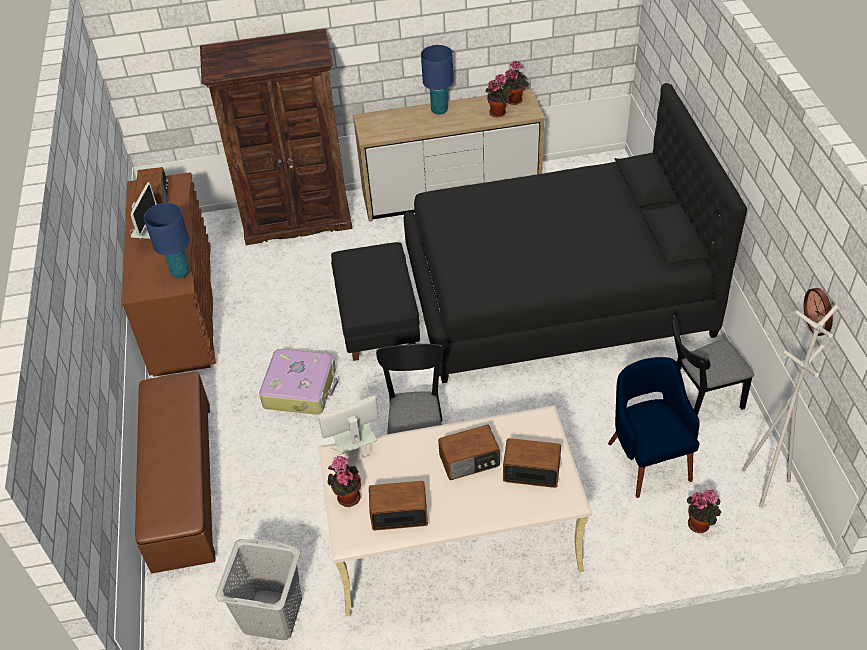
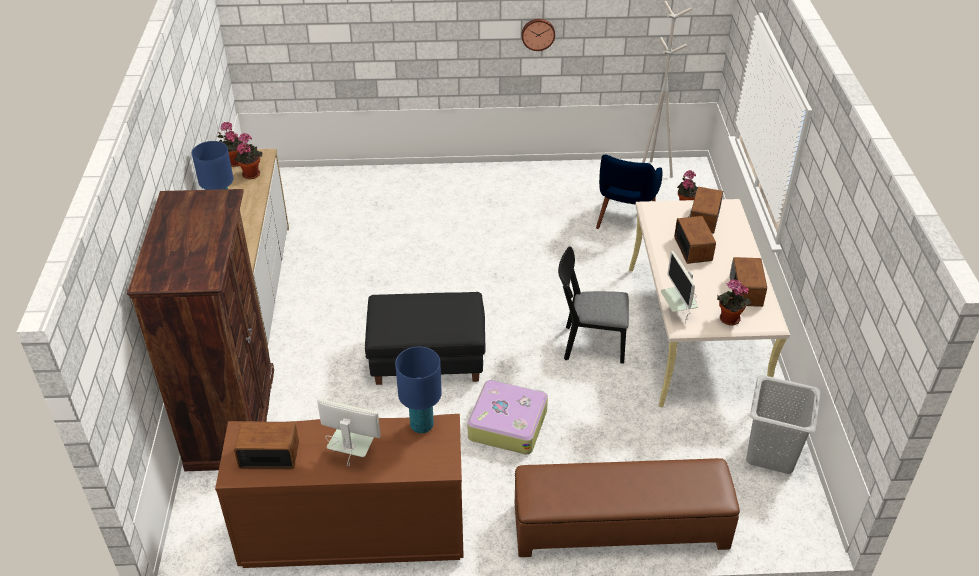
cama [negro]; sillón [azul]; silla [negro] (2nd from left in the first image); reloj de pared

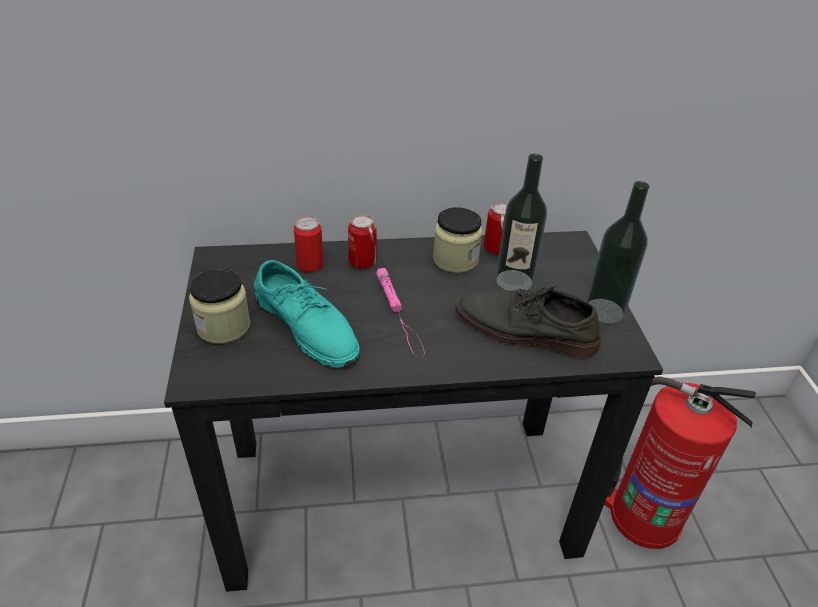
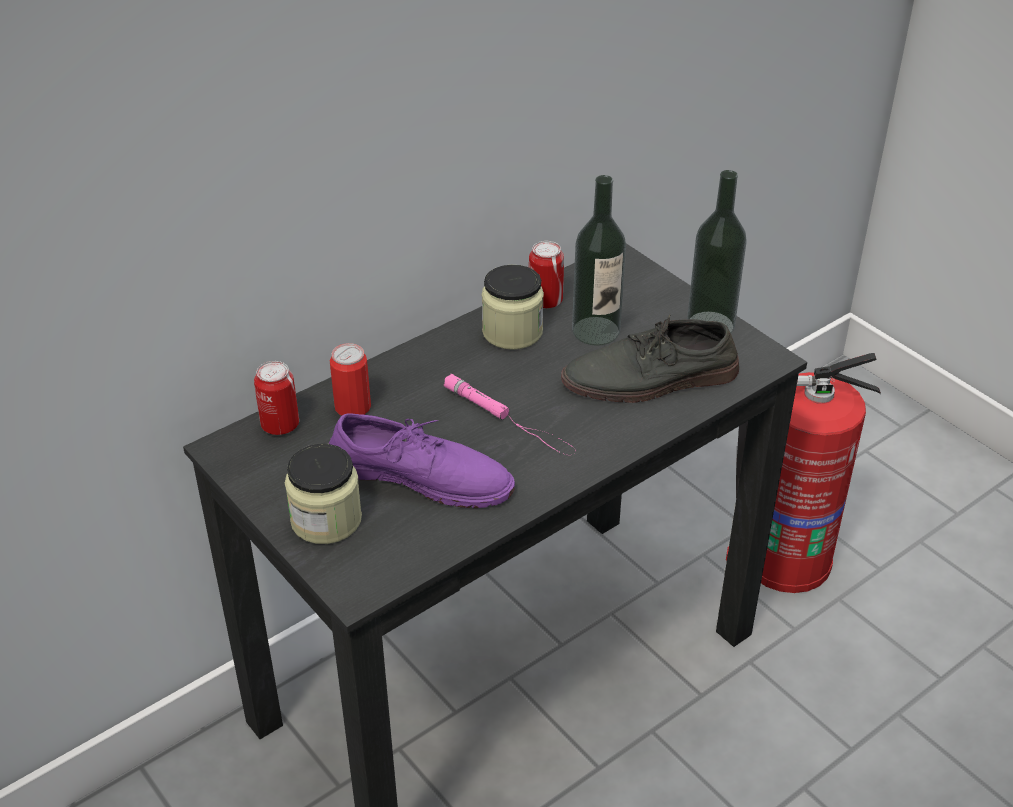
zapato [morado]; lata (1st from left)

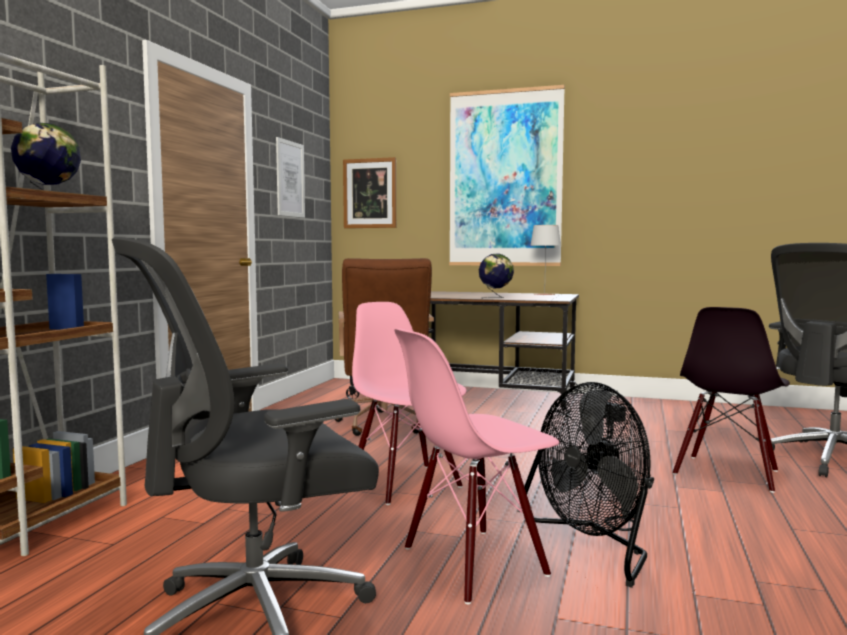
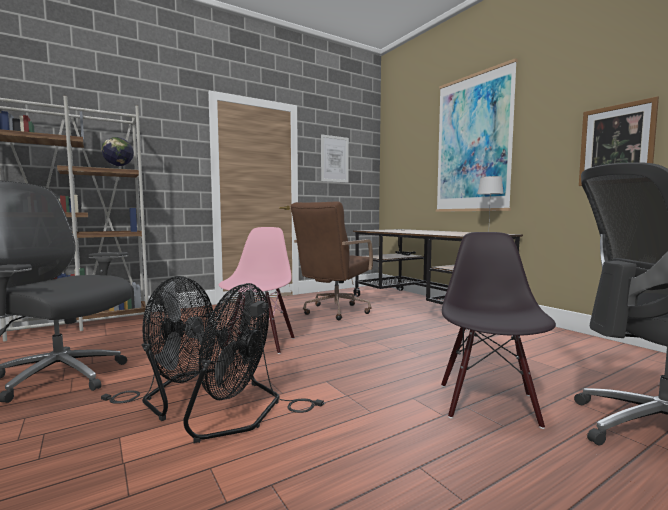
cuadro (3rd from left); ventilador [negro] (1st from left); globo terráqueo (2nd from left in the first image); silla [negro]

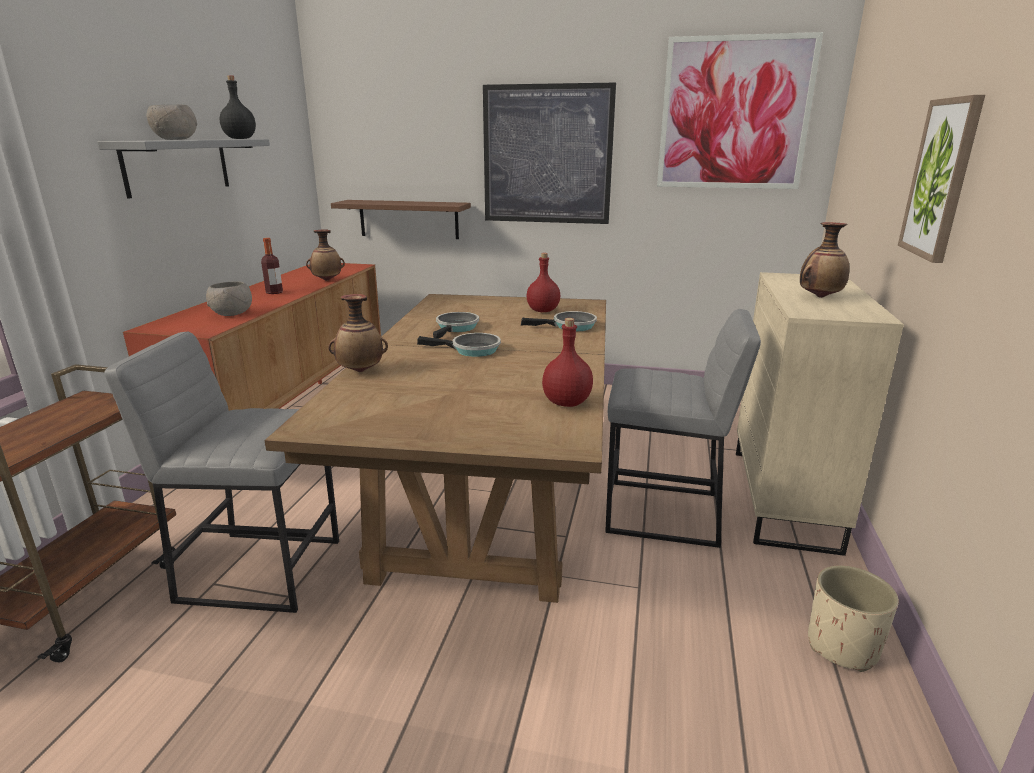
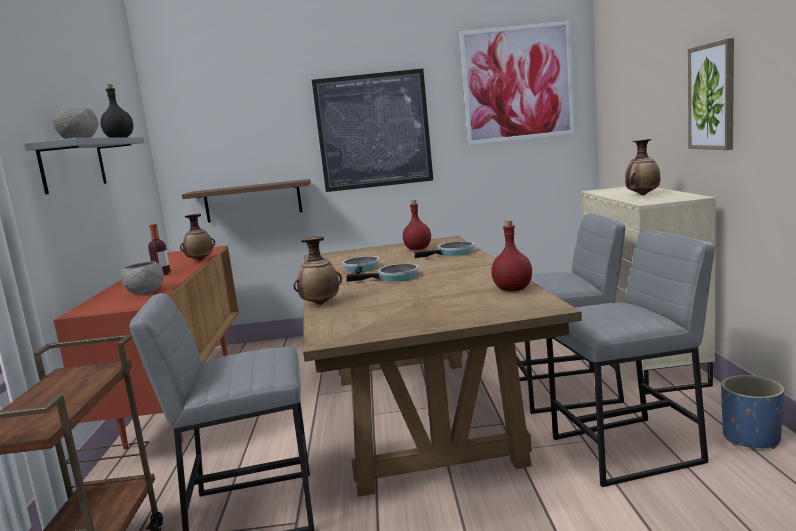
maceta [azul]; silla [gris] (3rd from left)

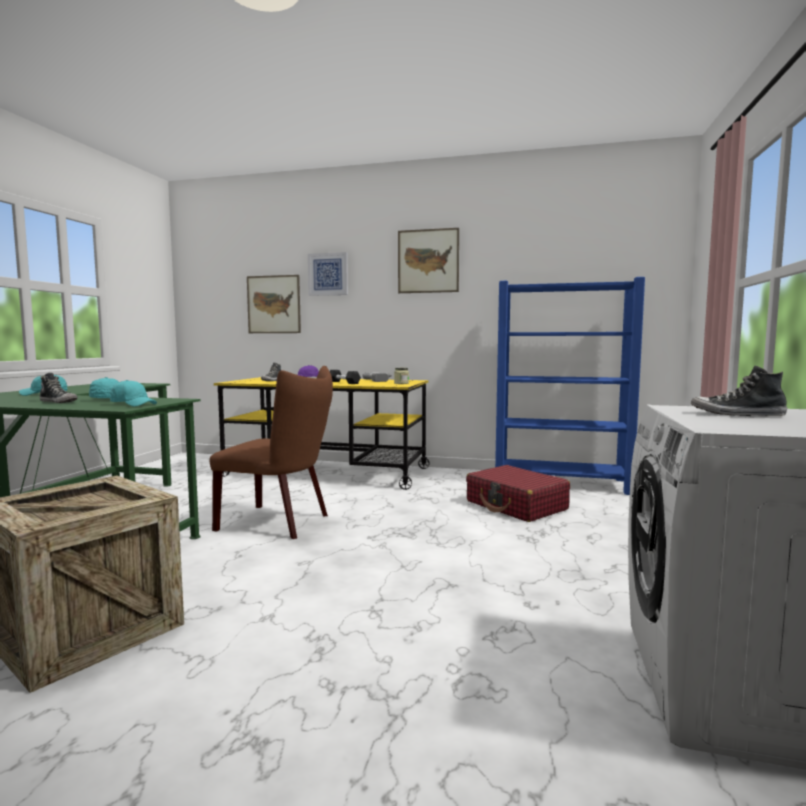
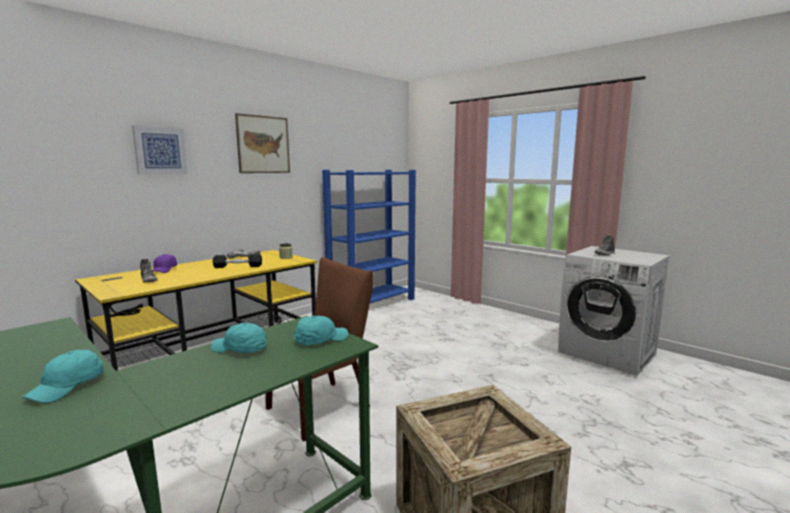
zapato (1st from left in the first image); cuadro (1st from left in the first image); maleta [rojo]

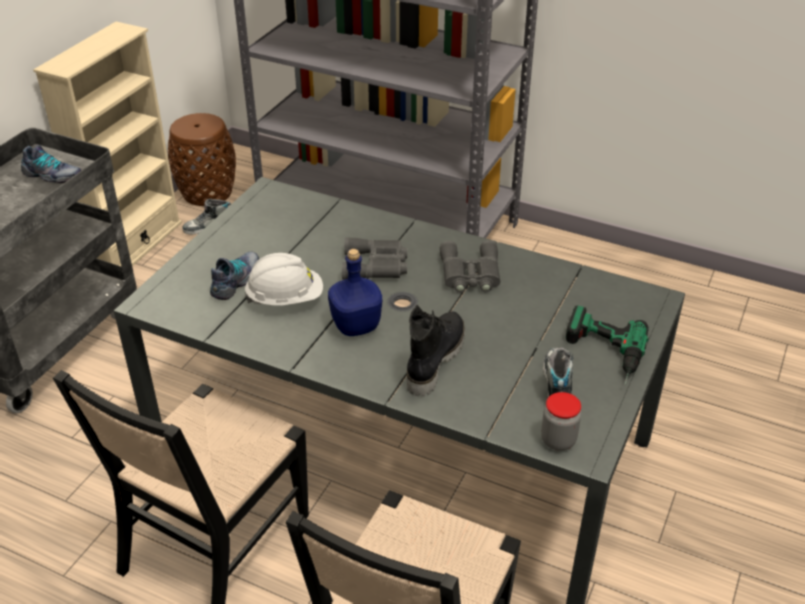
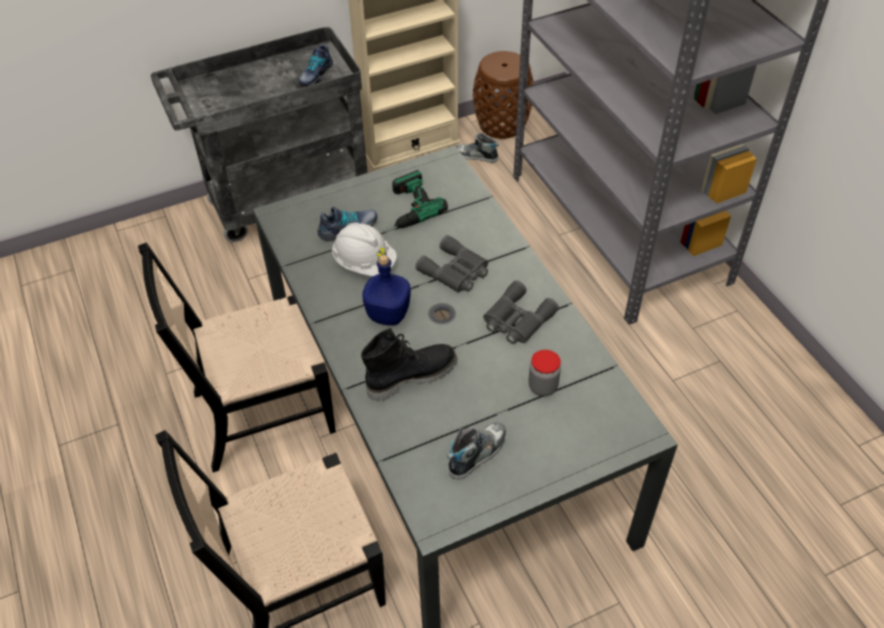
zapato (1st from left); tarro; taladro

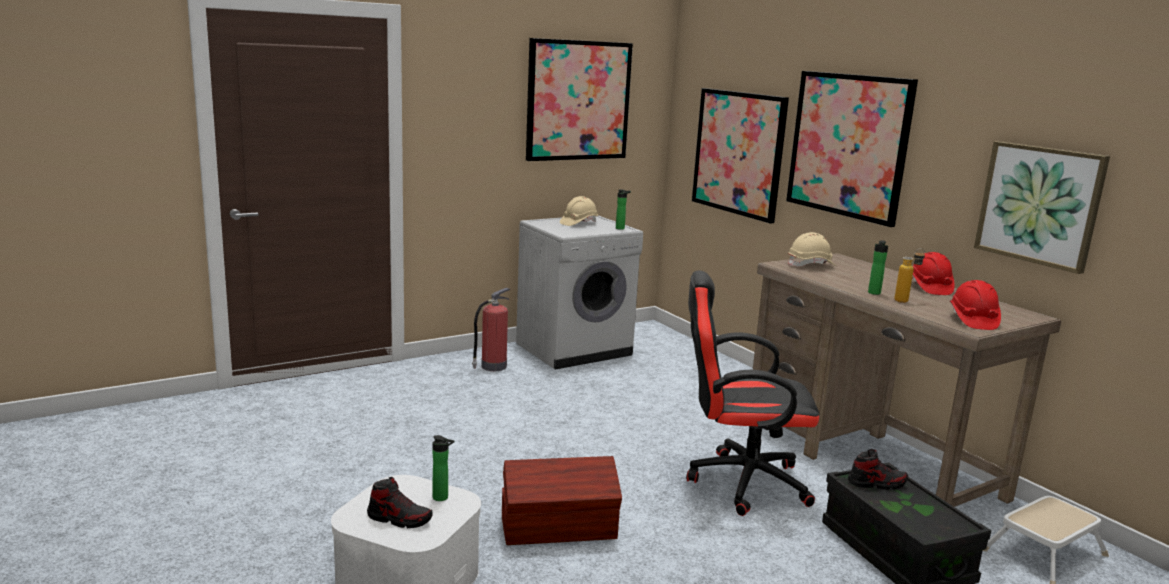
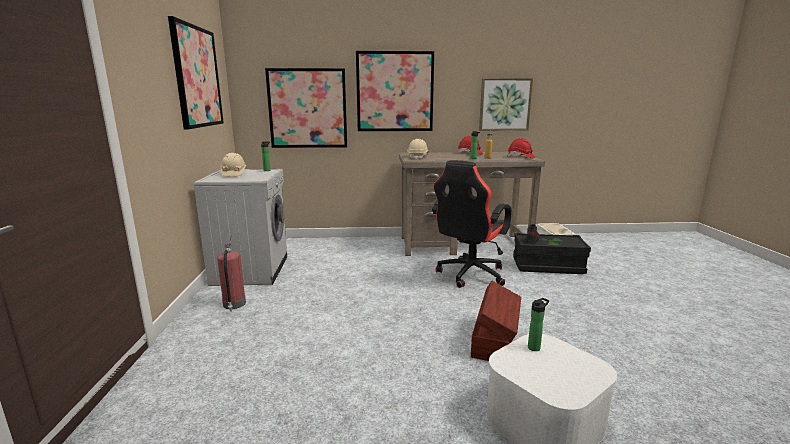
zapato (1st from left in the first image)

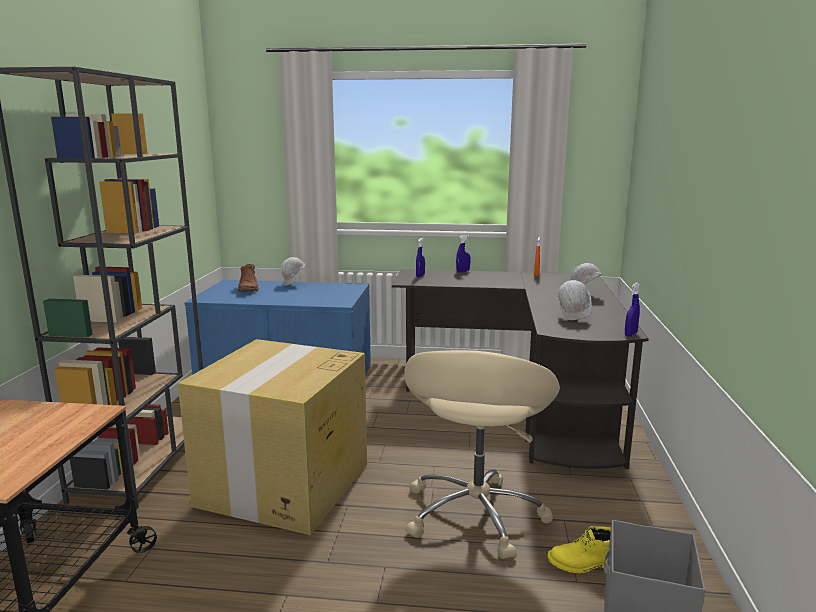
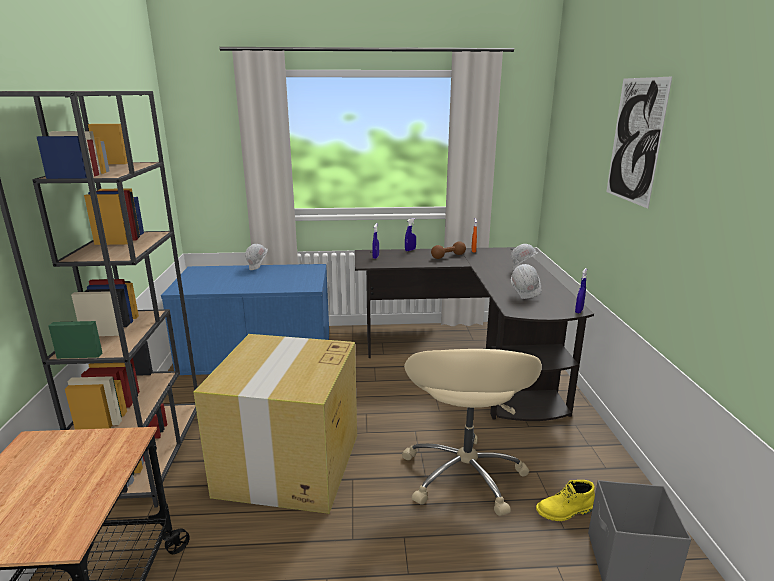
bota [marrón]; mancuerna [marrón]; cuadro

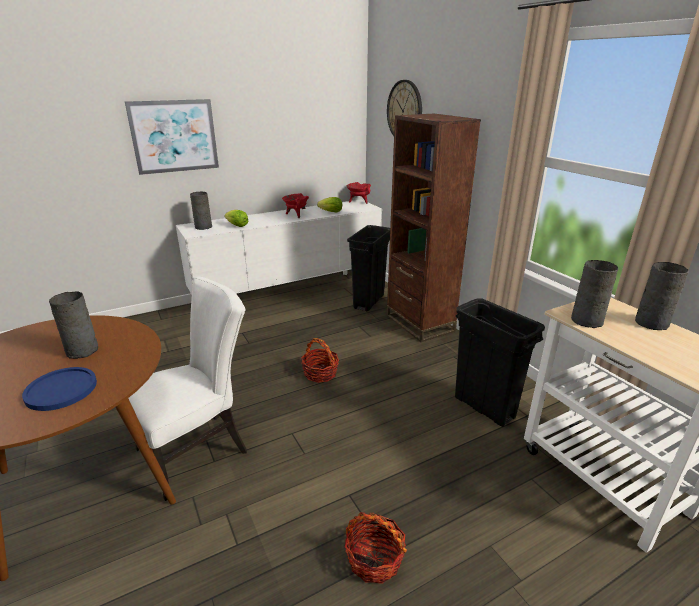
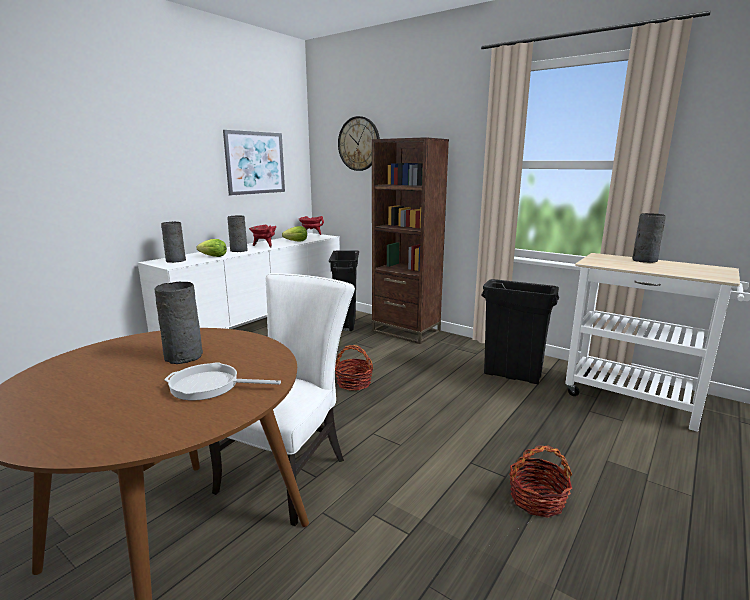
sartén; cuadro; florero [gris] (3rd from left)

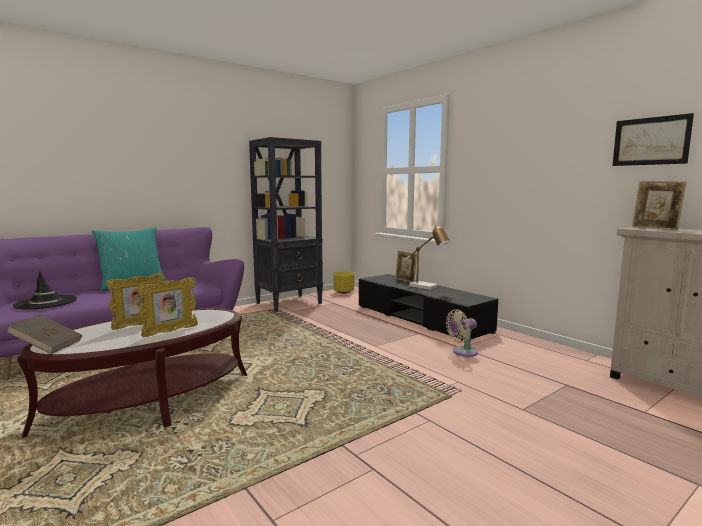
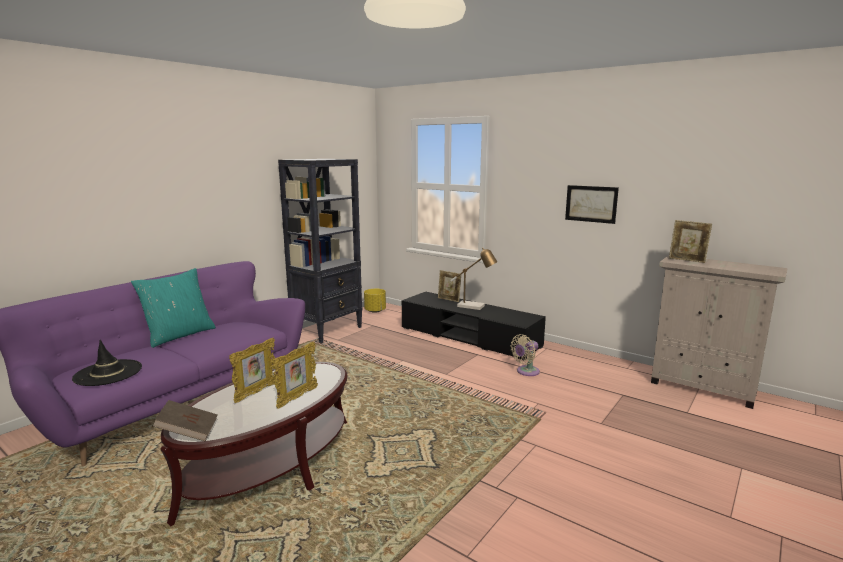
cuadro

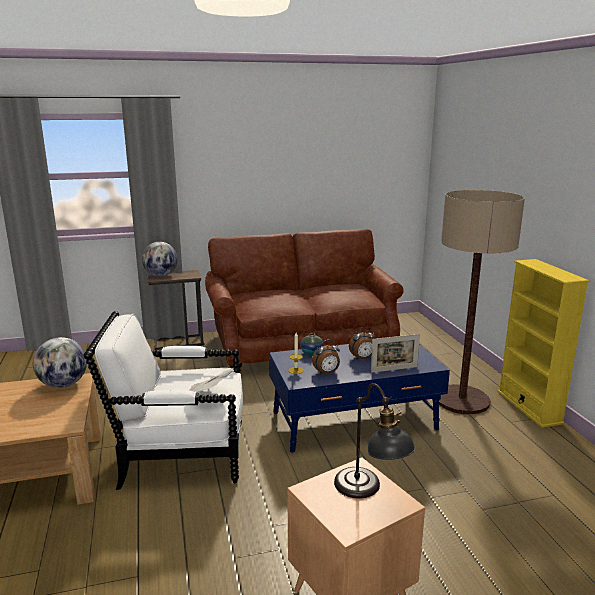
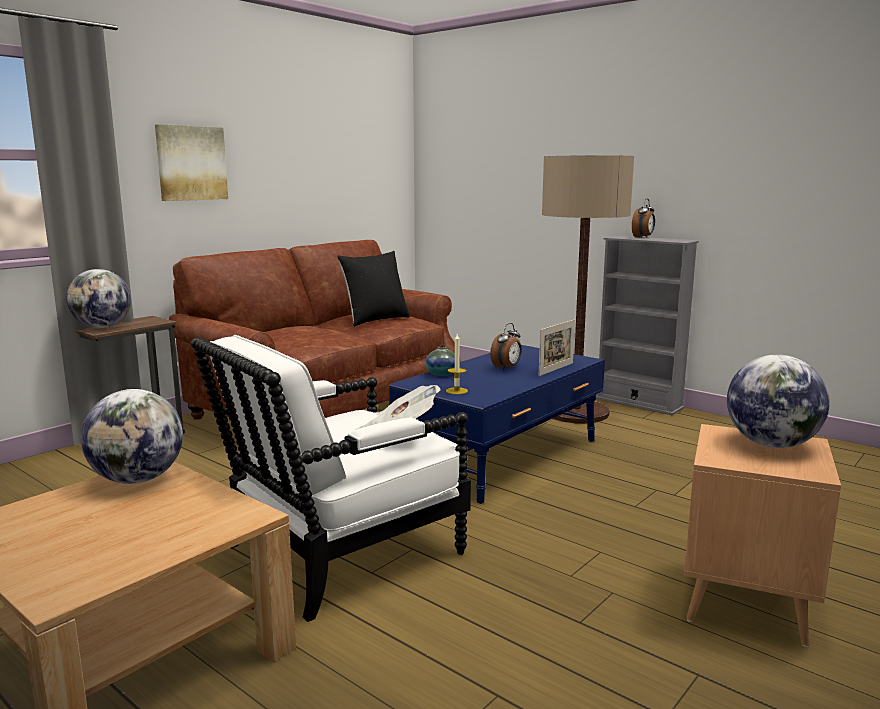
despertador (2nd from left); globo terráqueo (3rd from left); estantería [gris]; cuadro; cojín [negro]

